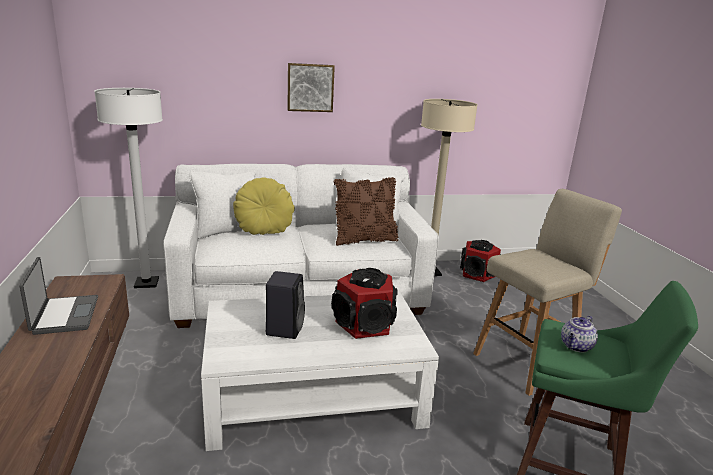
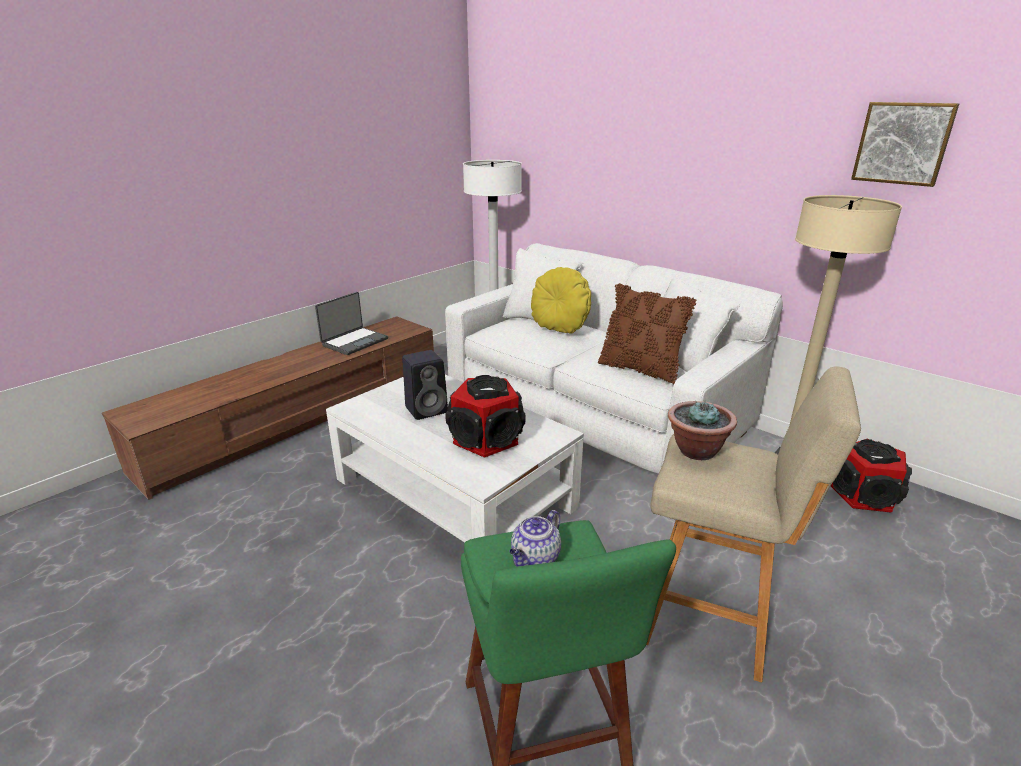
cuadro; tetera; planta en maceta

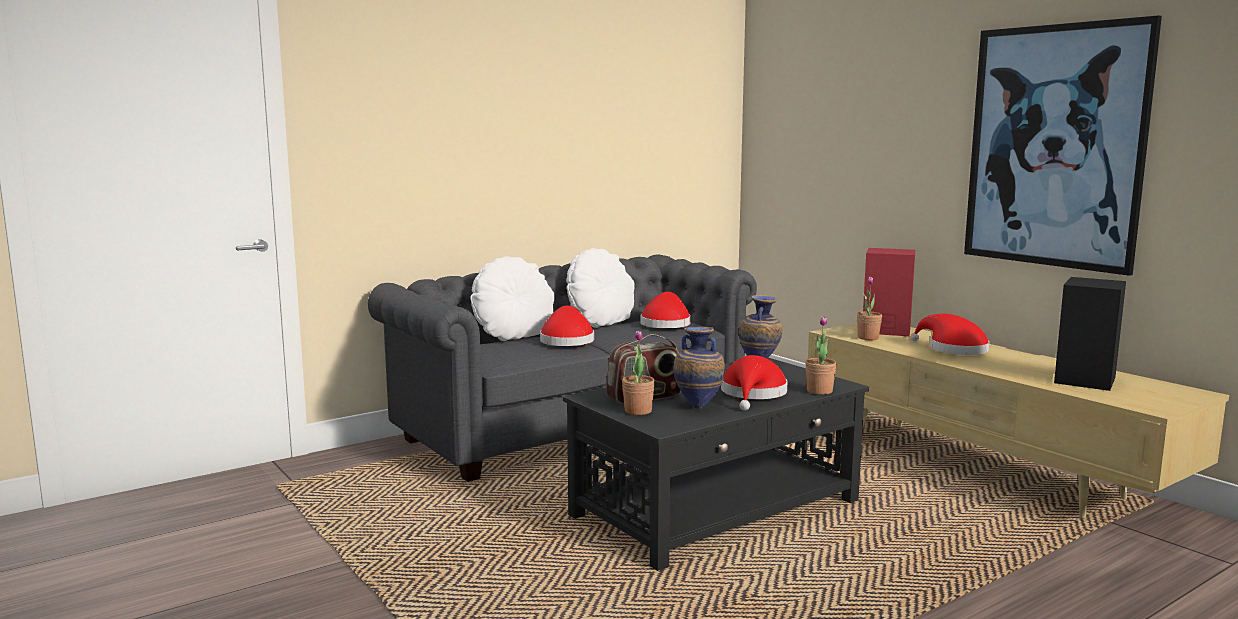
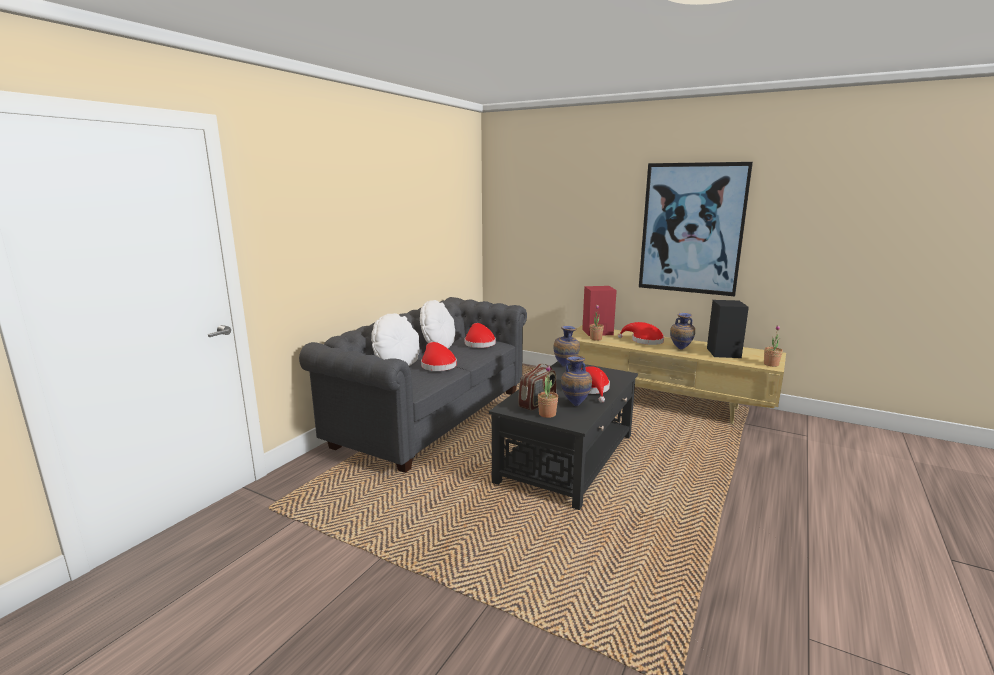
planta en maceta (3rd from left); florero (3rd from left)

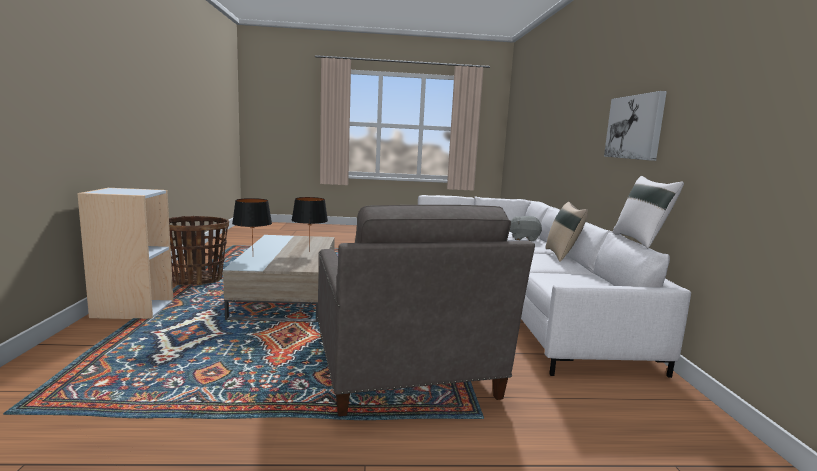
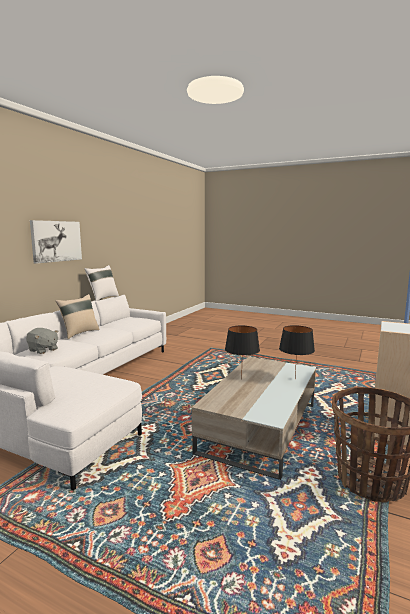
sillón [gris]

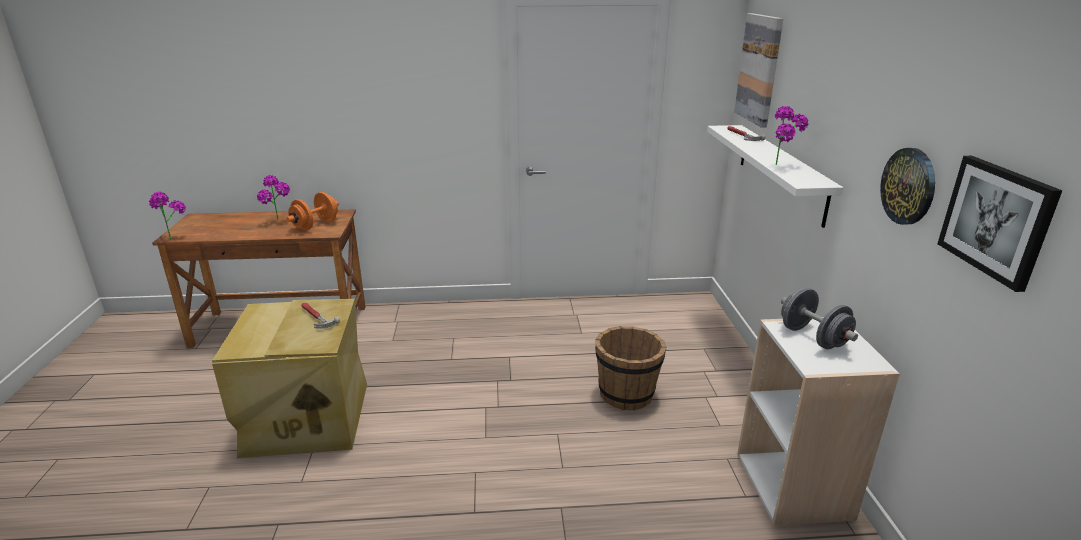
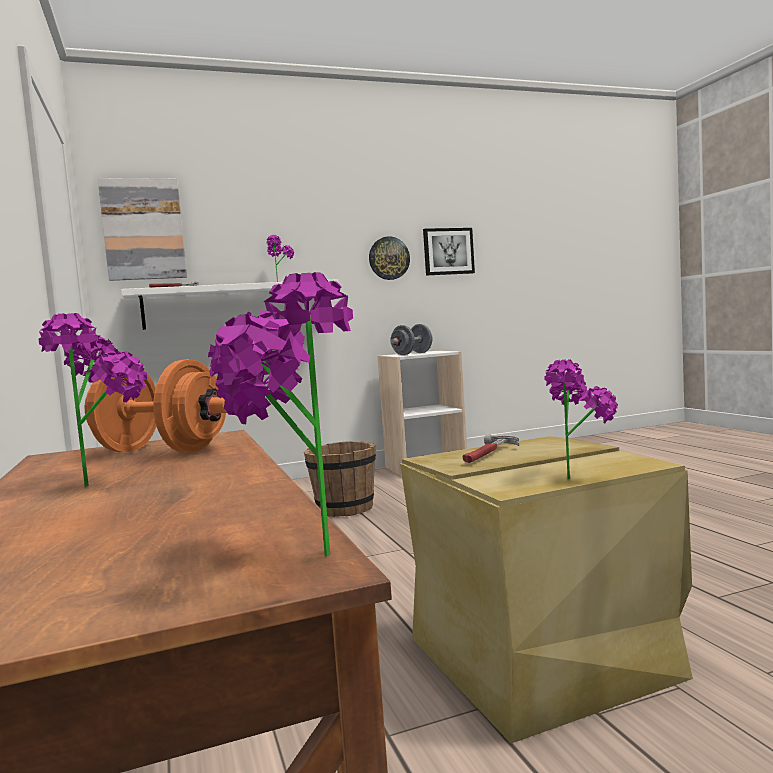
planta en maceta (4th from left)

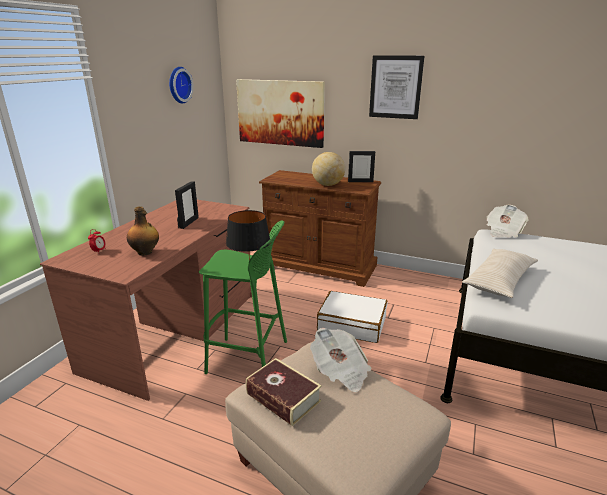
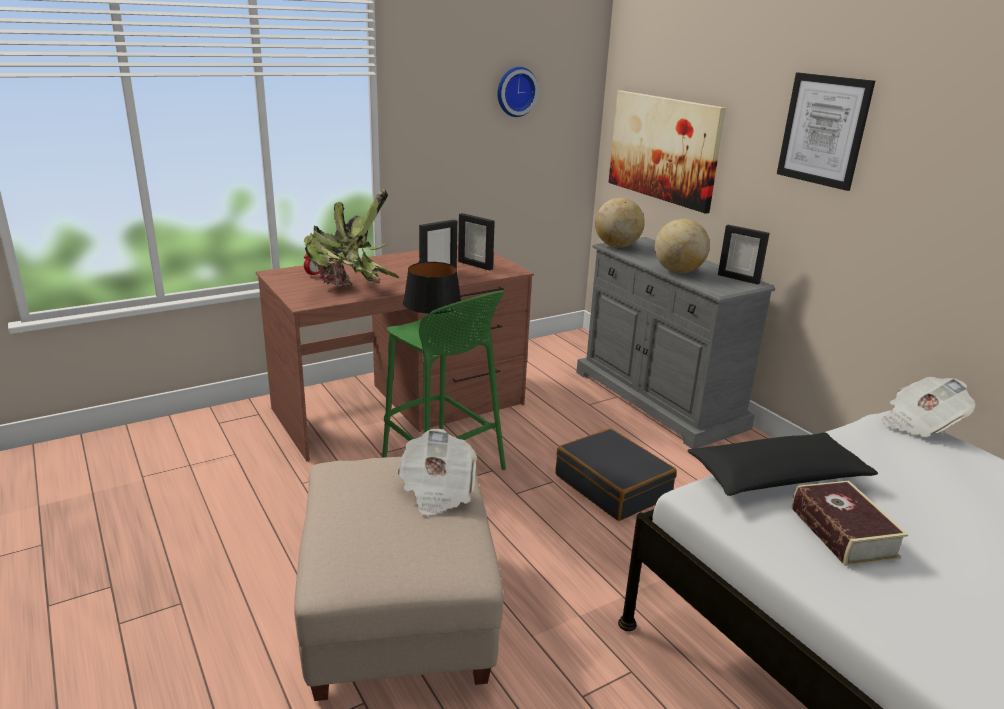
planta en maceta; libro; cómoda [gris]; maleta [negro]; cojín [negro]; portarretratos (2nd from left); globo terráqueo (1st from left)

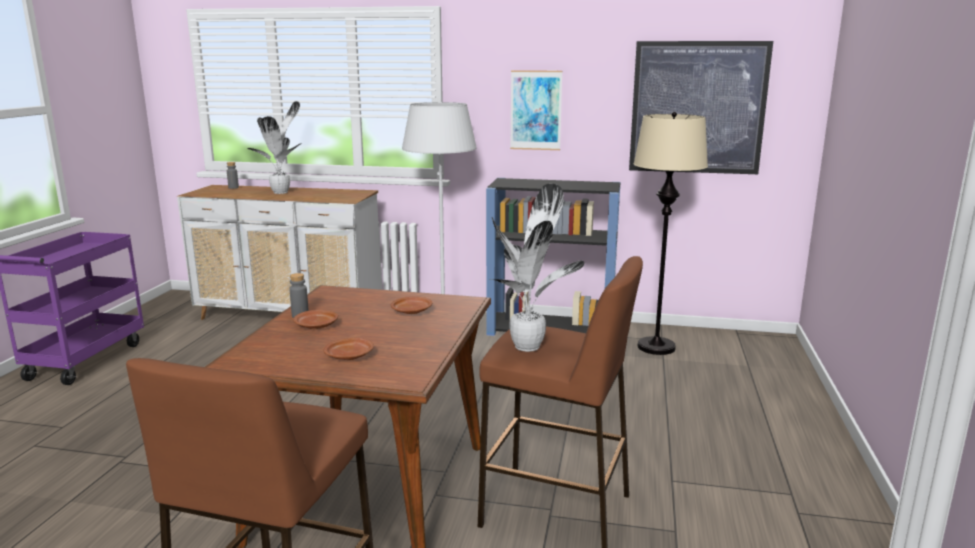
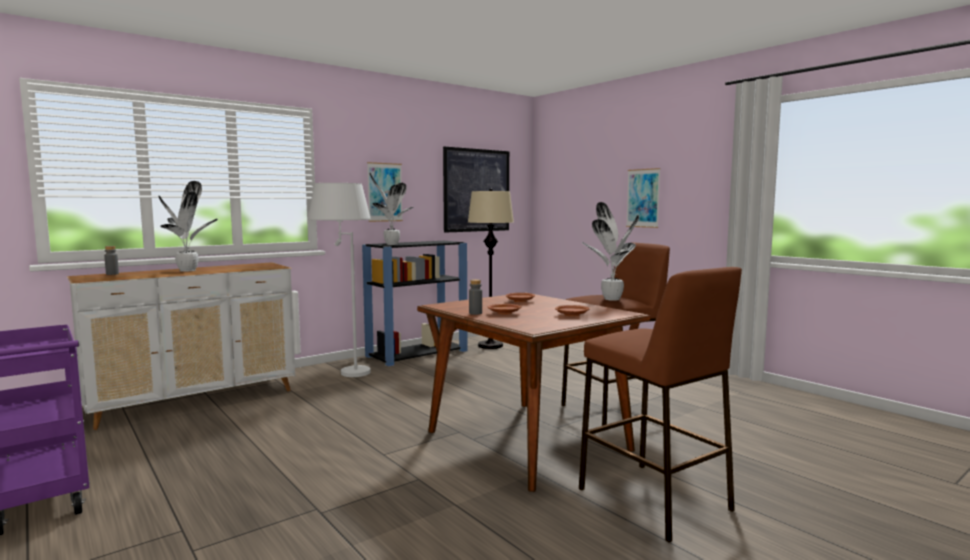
planta en maceta (2nd from left); cuadro (3rd from left)

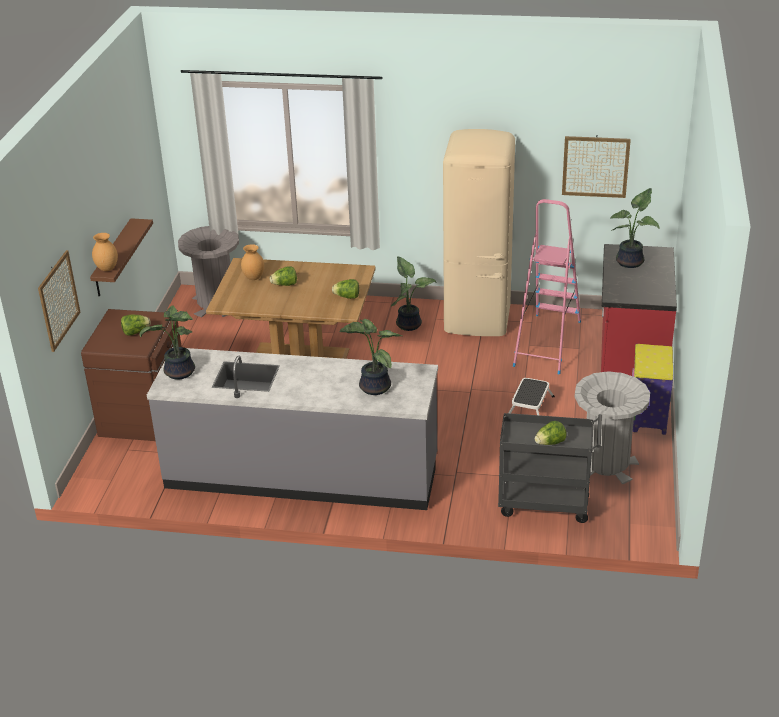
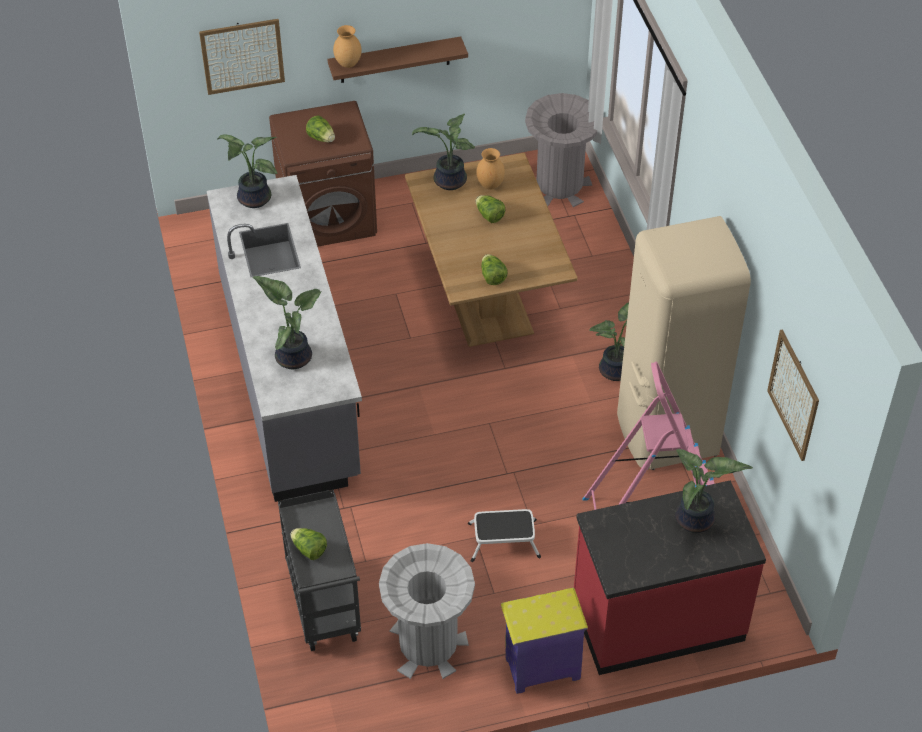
planta en maceta (3rd from left)

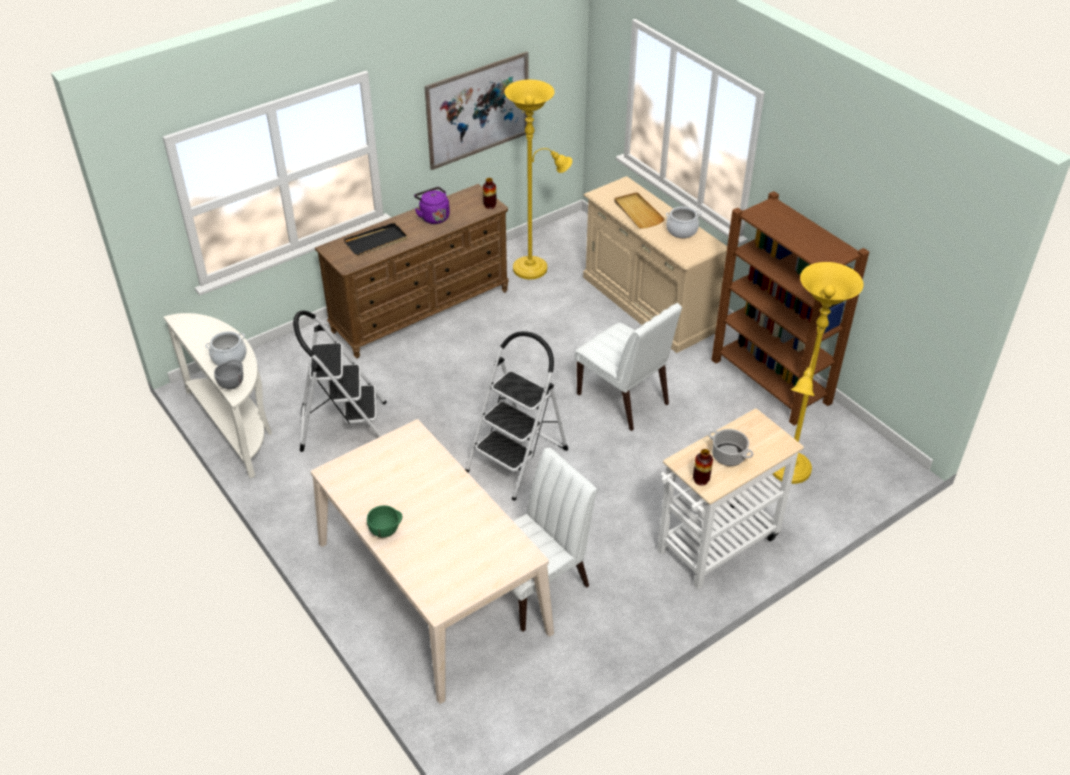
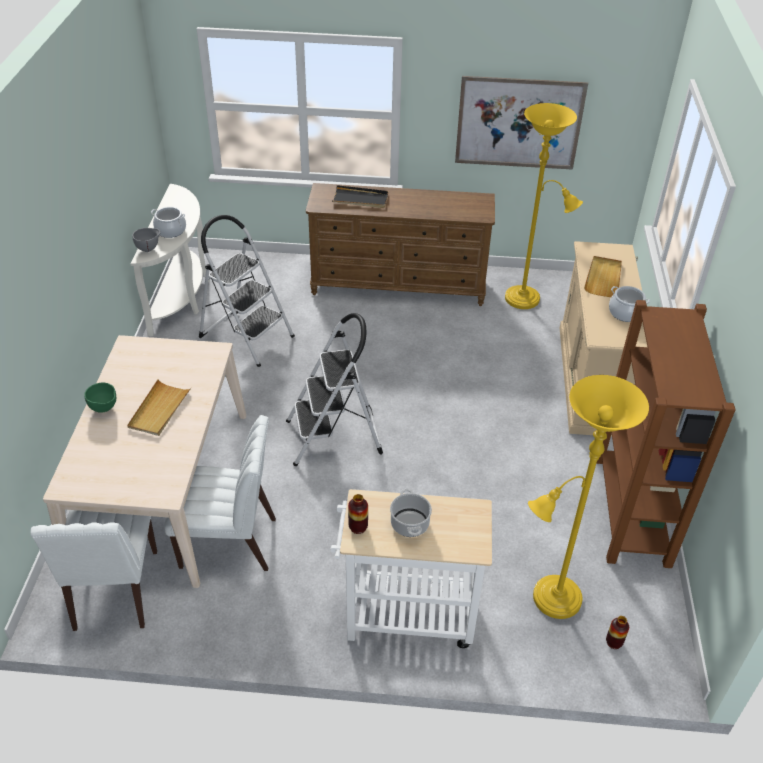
hervidor [morado]; florero (2nd from left); silla [blanco] (1st from left); bandeja [beis] (1st from left)

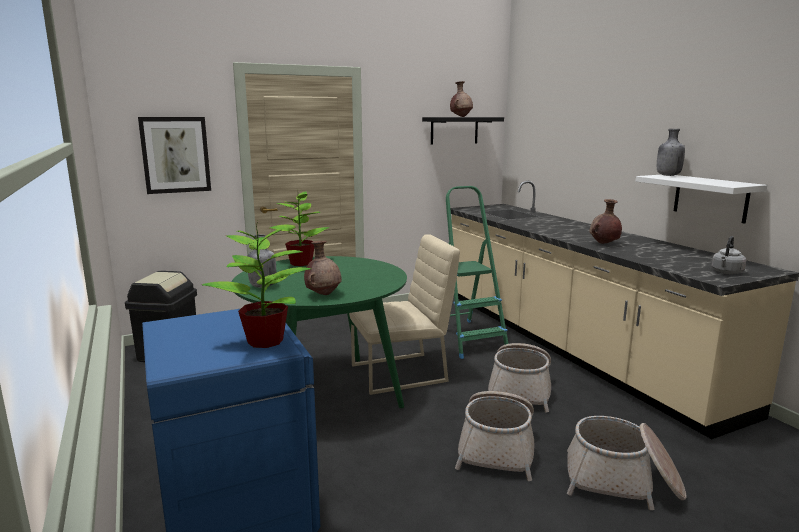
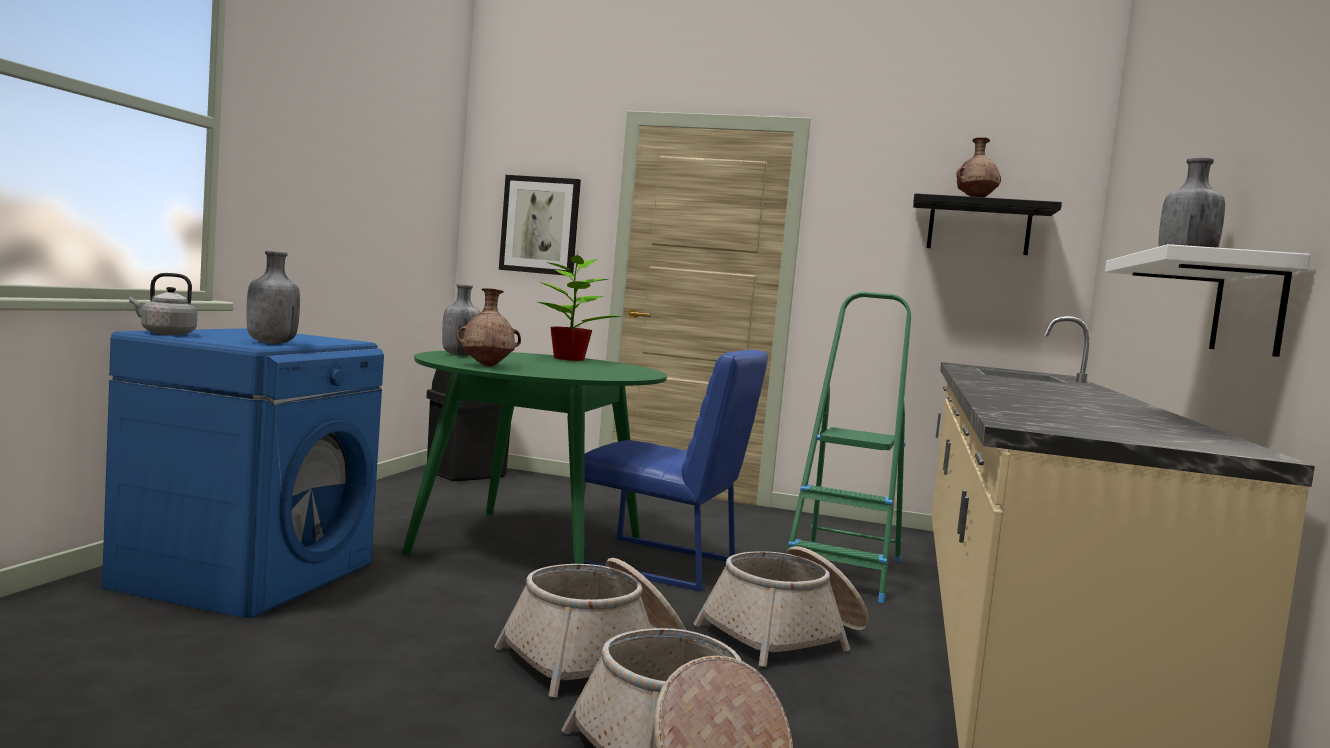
botella [gris] (1st from left); silla [azul]; florero [marrón] (3rd from left in the first image); hervidor [gris]

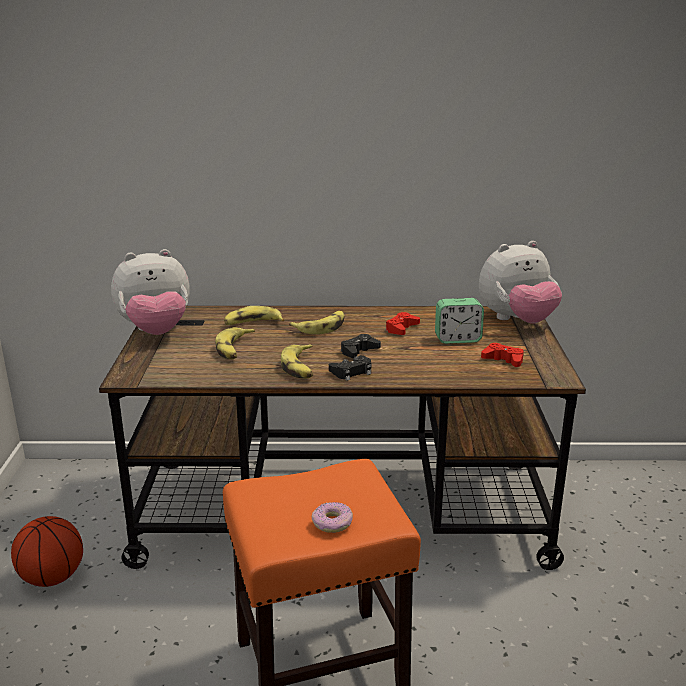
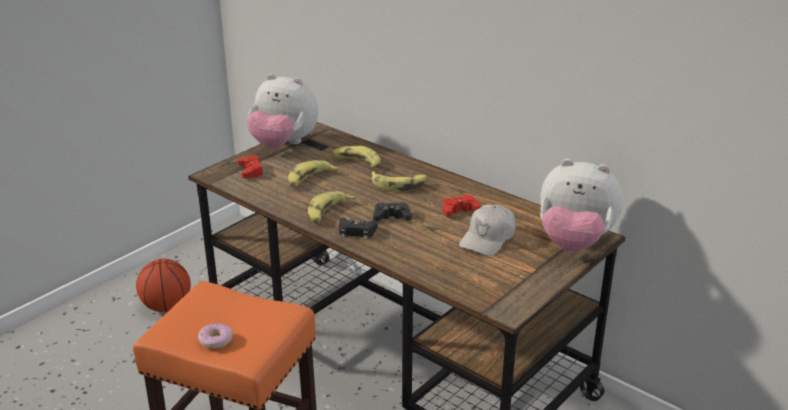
gorra [blanco]; mando de consola [rojo] (1st from left)

